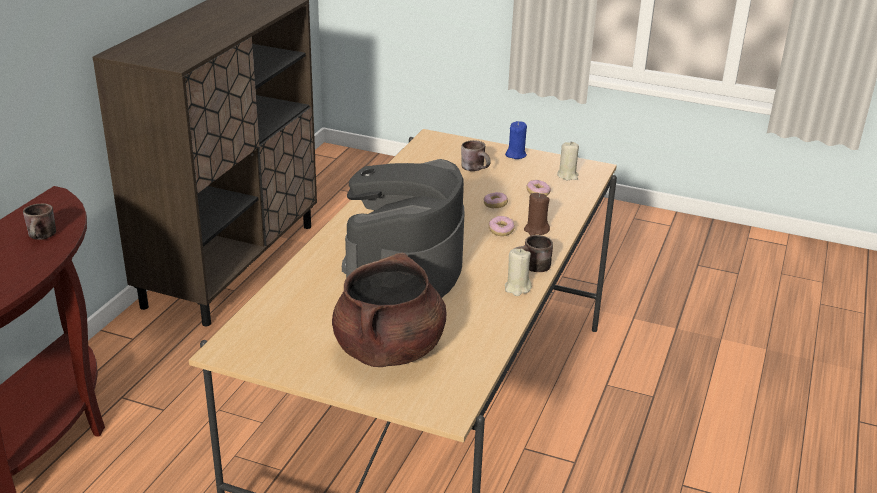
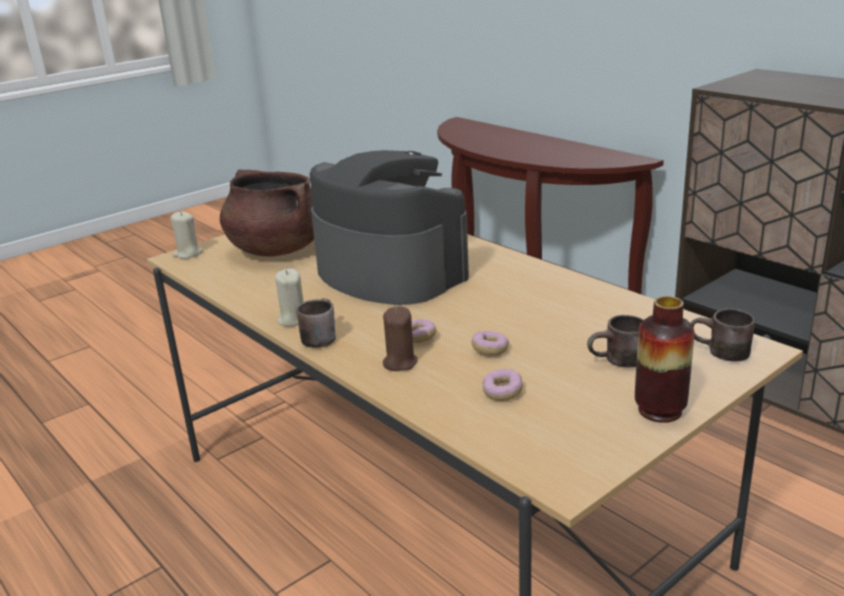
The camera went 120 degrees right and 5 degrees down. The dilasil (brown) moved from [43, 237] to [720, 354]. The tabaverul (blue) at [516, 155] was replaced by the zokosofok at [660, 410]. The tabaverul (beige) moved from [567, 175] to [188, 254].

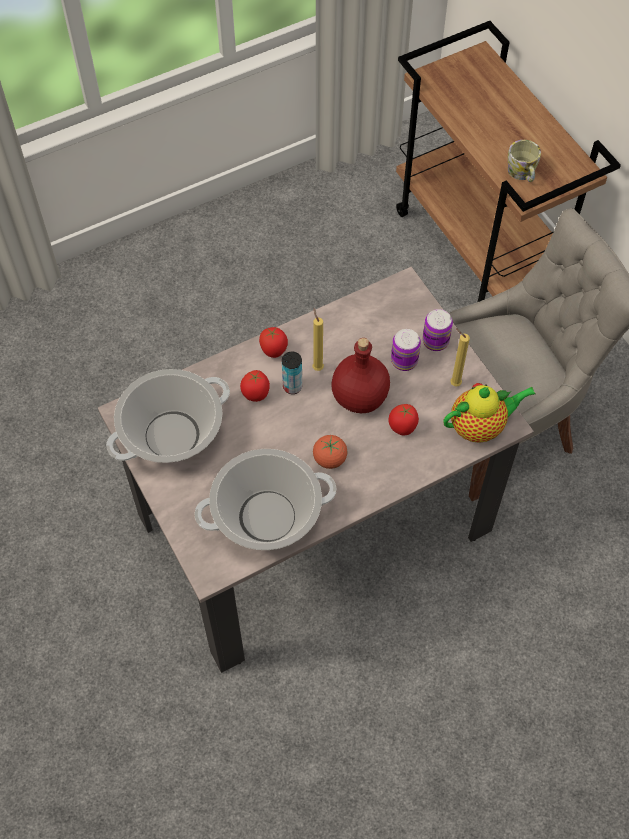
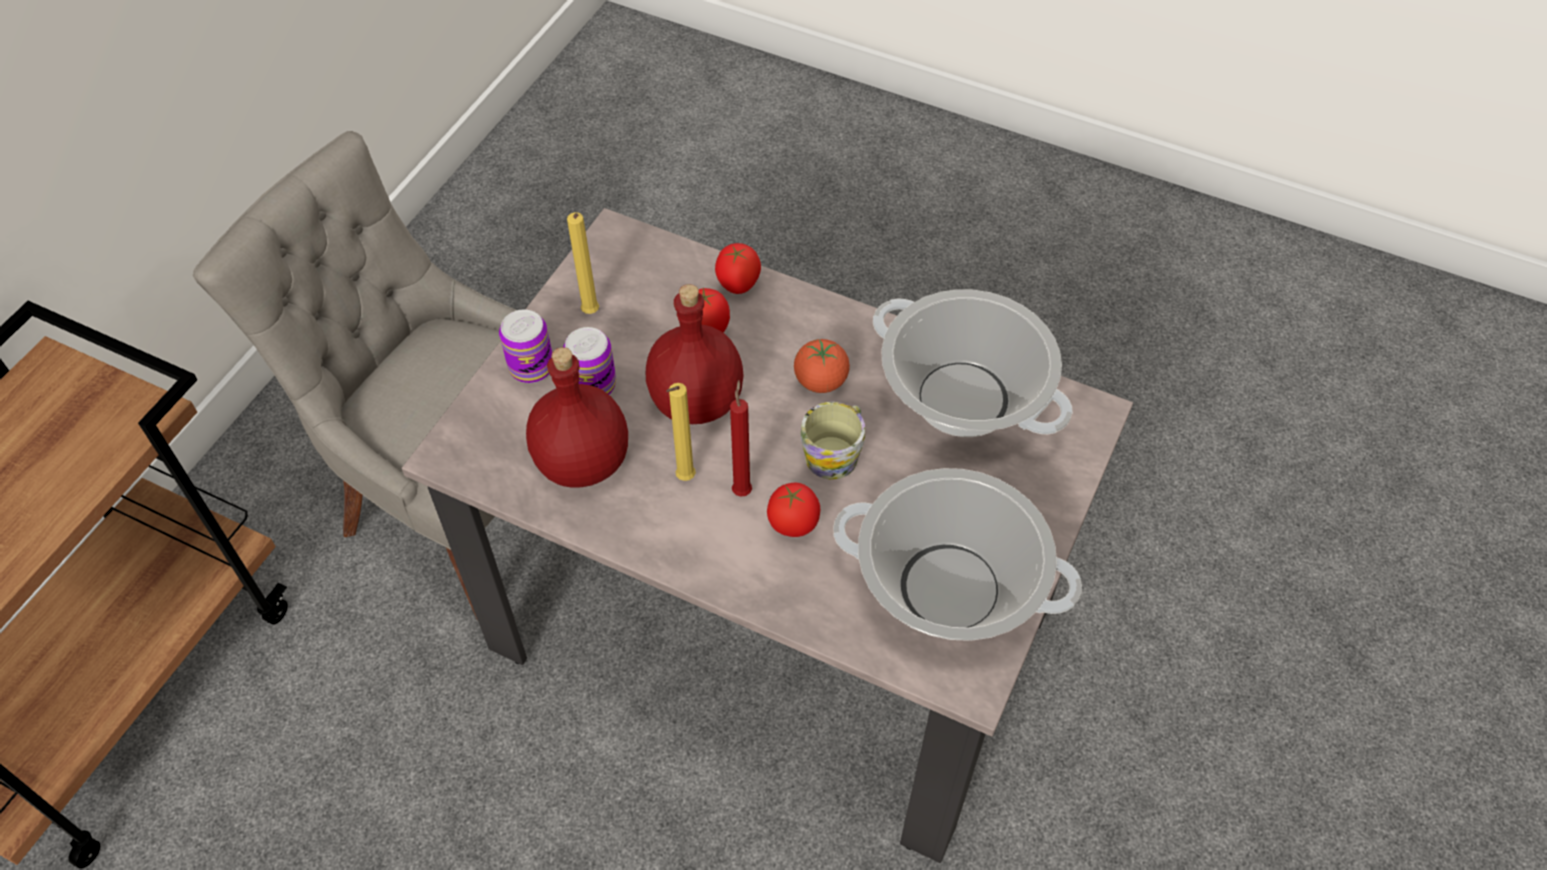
The camera went 125 degrees left and 5 degrees down. The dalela moved from [274, 351] to [737, 286]. The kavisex at [292, 387] was replaced by the tabaverul (red) at [742, 489]. The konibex at [480, 427] disappeared. The dilasil moved from [522, 173] to [836, 452]. The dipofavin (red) at [584, 462] appeared.

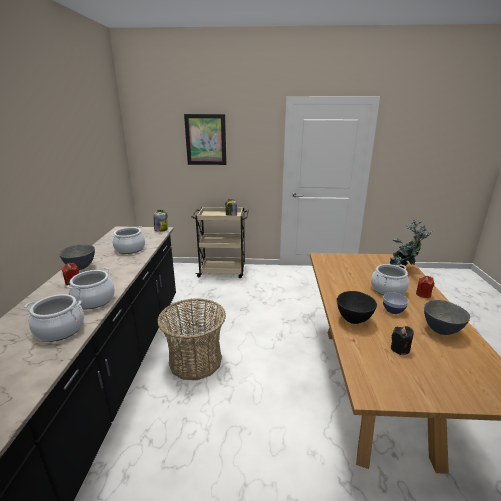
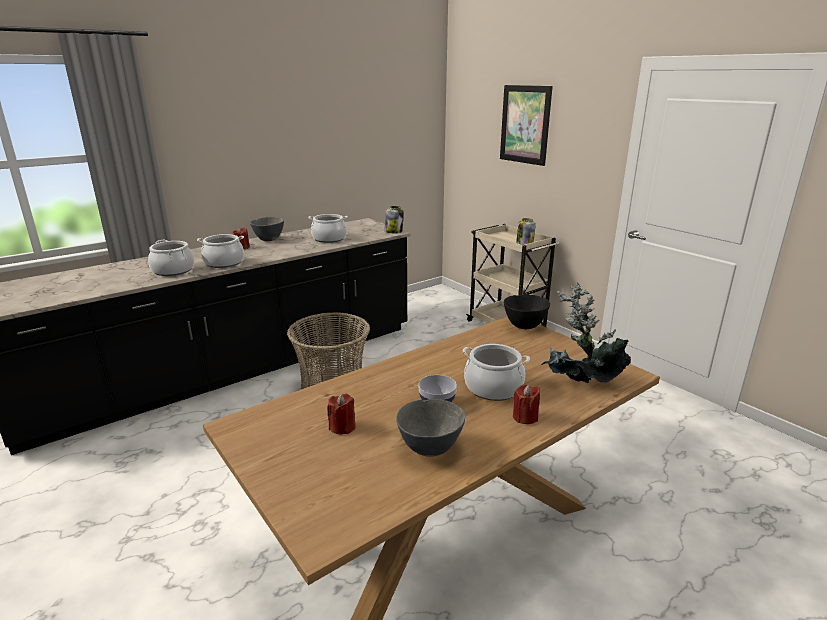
The camera went 50 degrees right and 0 degrees up. The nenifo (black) moved from [353, 320] to [524, 326]. The tabaverul (black) at [400, 349] became the tabaverul (red) at [342, 427].

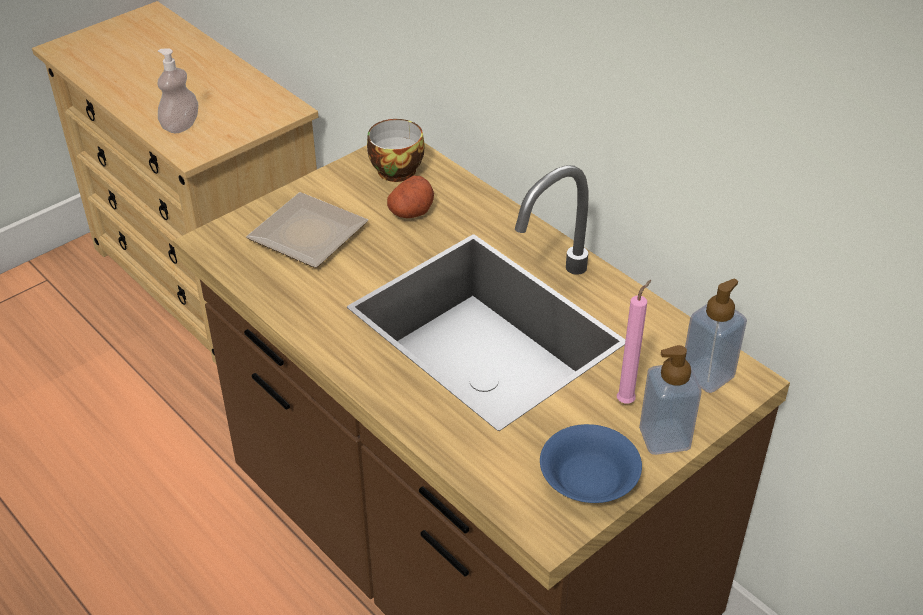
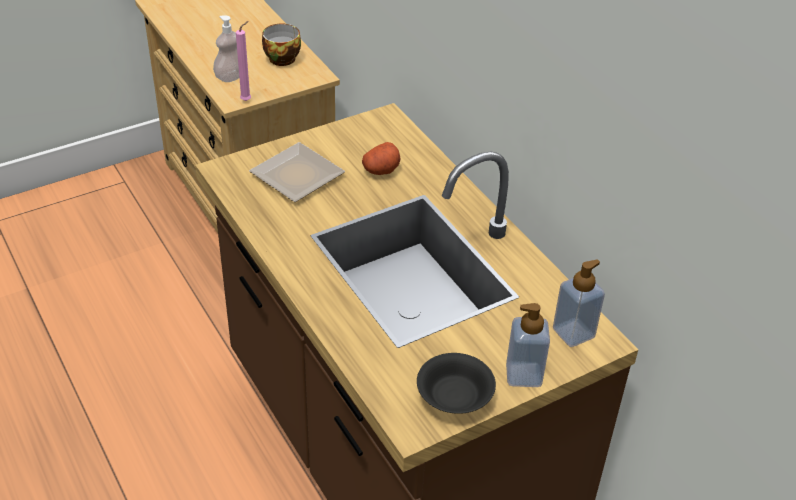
The camera went 10 degrees right and 0 degrees up. The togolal moved from [394, 169] to [281, 57]. The nenifo (blue) at [589, 481] became the nenifo (black) at [454, 397]. The tabaverul (pink) moved from [627, 400] to [247, 100].

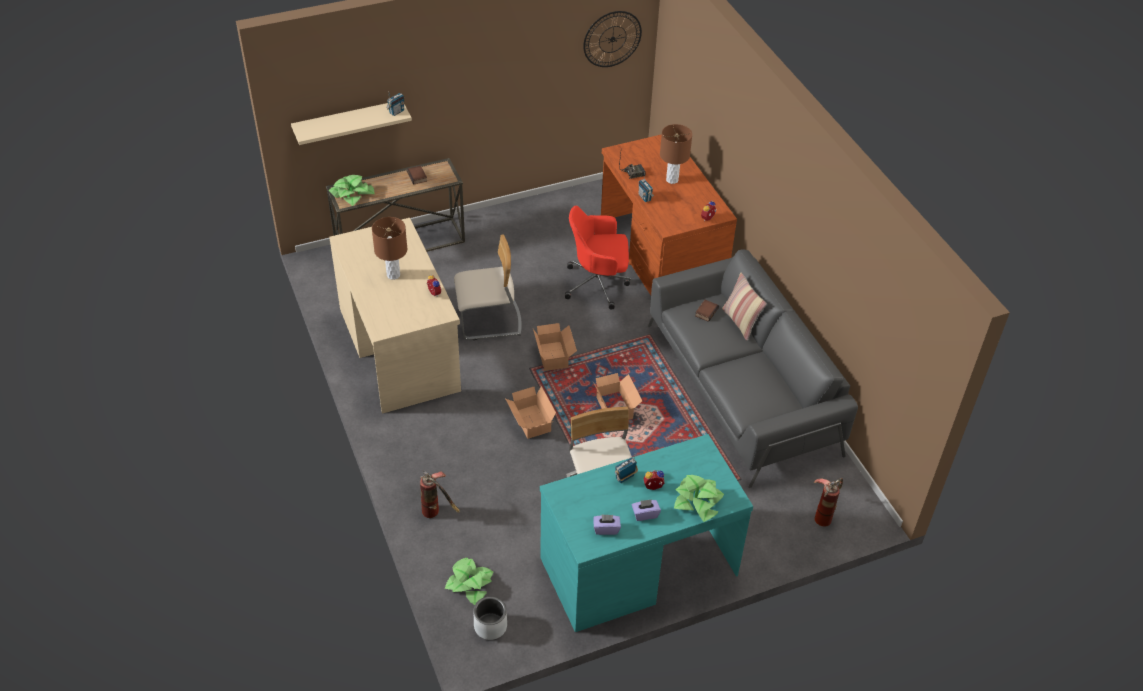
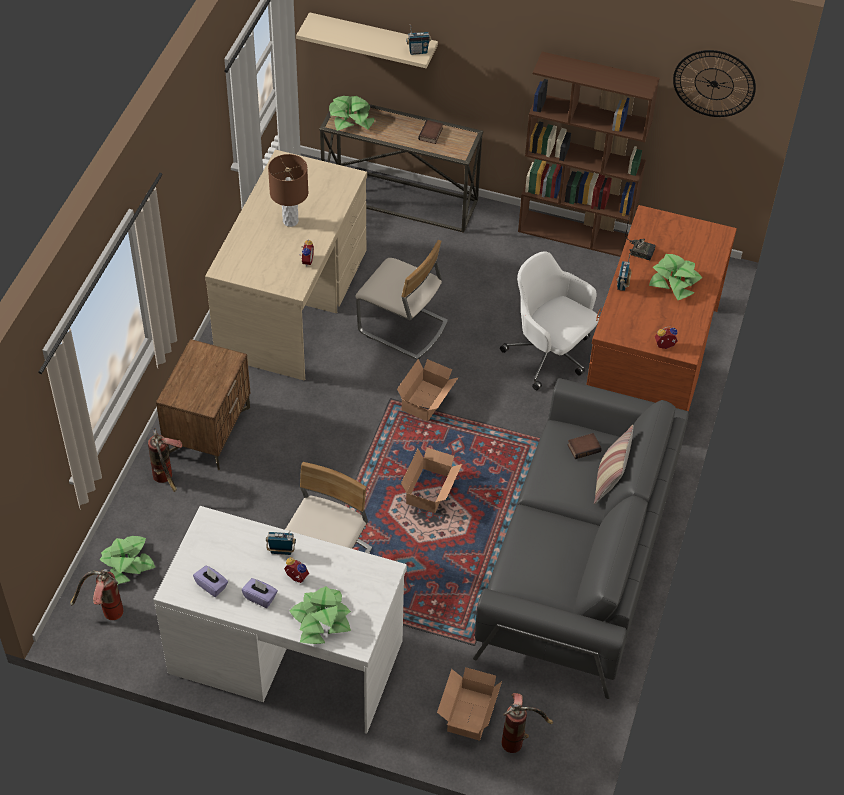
The camera went 40 degrees right and 5 degrees up. The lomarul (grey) at [490, 626] was replaced by the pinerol at [105, 613]. The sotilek moved from [530, 422] to [467, 714]. The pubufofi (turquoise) at [637, 565] became the pubufofi (white) at [286, 655]. The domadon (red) at [598, 284] became the domadon (white) at [549, 355]. The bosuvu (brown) at [672, 180] was replaced by the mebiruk at [674, 282]. The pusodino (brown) at [208, 430] appeared. The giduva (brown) at [576, 234] appeared.

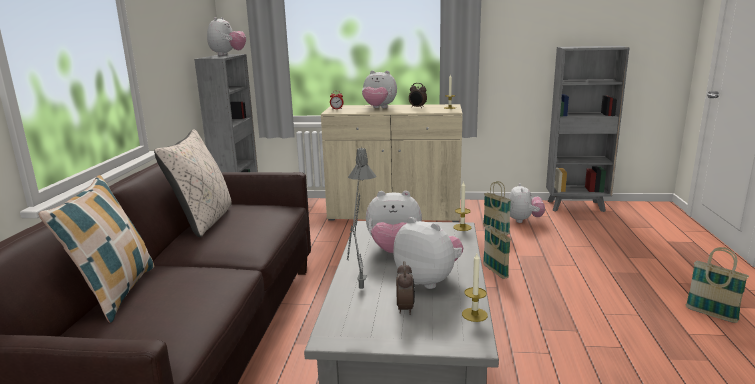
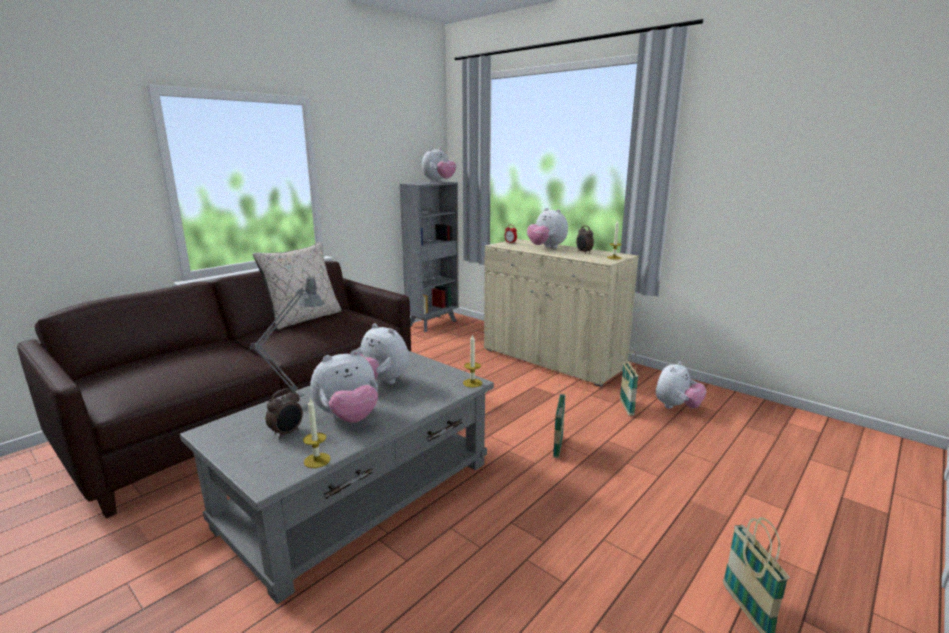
The camera went 35 degrees right and 0 degrees up. The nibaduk at [116, 293] disappeared. The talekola at [429, 280] turned 75 degrees clockwise. The giduva (grey) at [577, 206] disappeared.

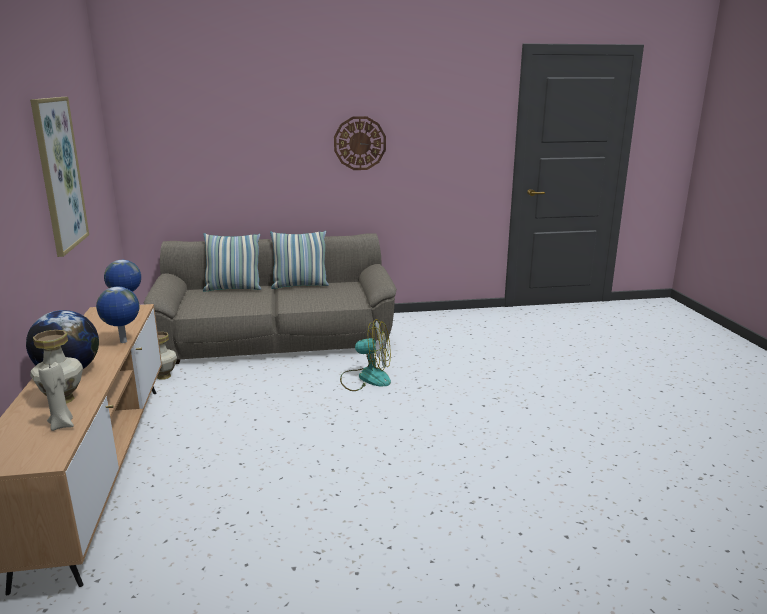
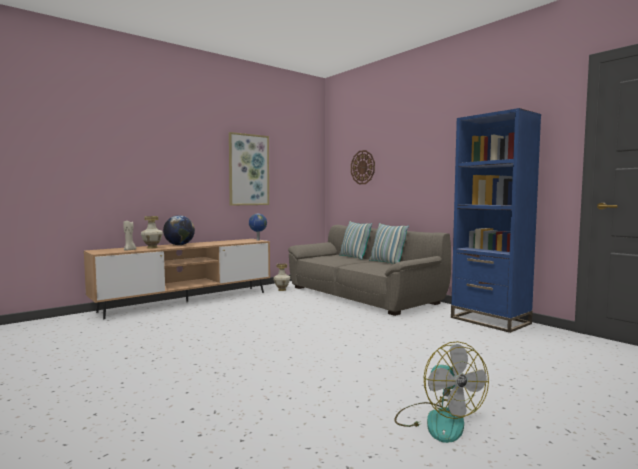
The camera went 60 degrees right and 15 degrees down. The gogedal at [123, 342] disappeared. The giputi moved from [359, 143] to [363, 167]. The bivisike moved from [366, 378] to [437, 421]. The giduva (blue) at [490, 320] appeared.

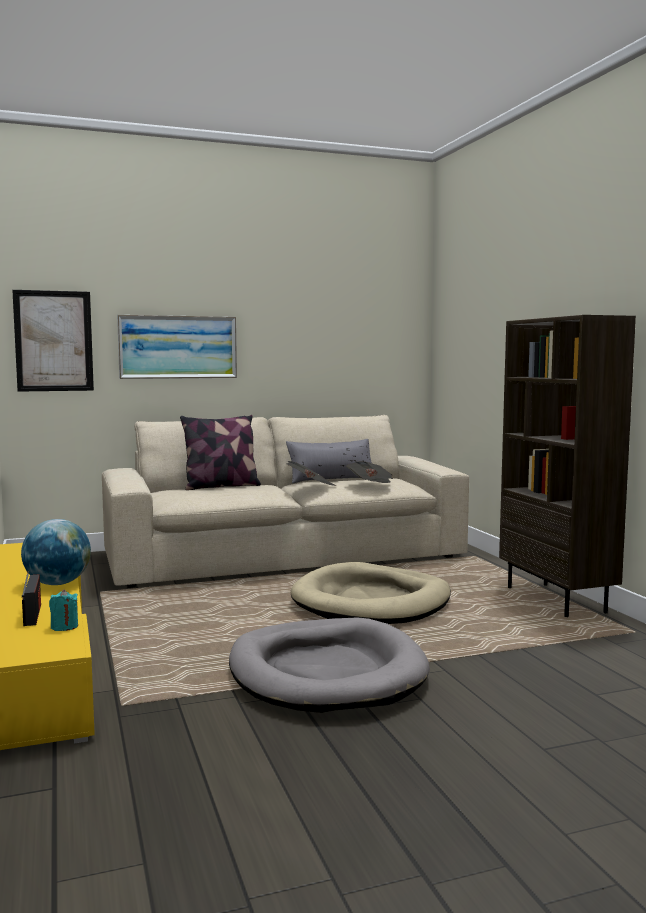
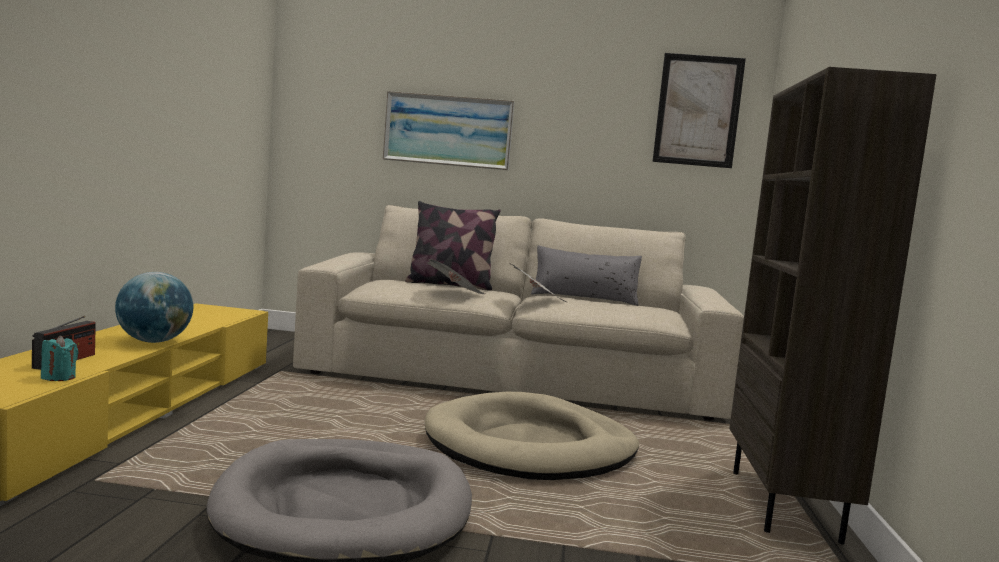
The camera went 25 degrees right and 0 degrees up. The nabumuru moved from [54, 341] to [698, 111]. The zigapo moved from [371, 486] to [455, 293].

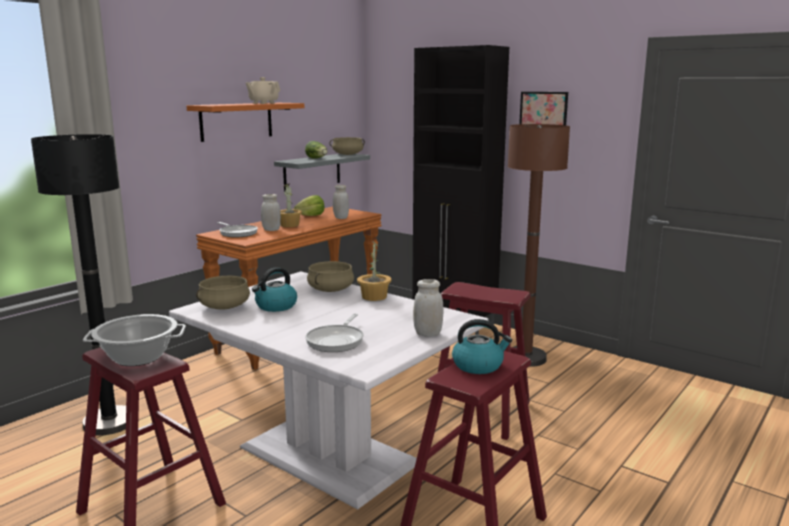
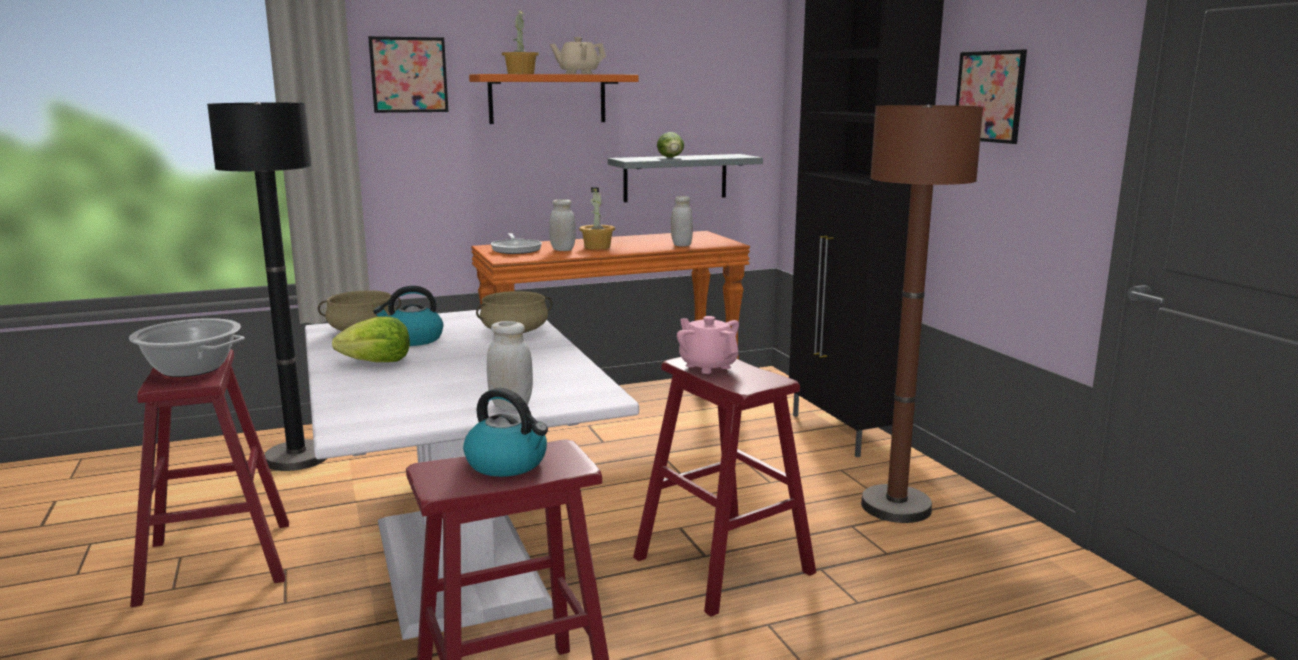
The camera went 30 degrees right and 0 degrees up. The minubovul moved from [311, 216] to [377, 362]. The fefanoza at [336, 341] disappeared. The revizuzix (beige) at [347, 154] disappeared. The mebiruk moved from [373, 297] to [520, 74]. The nabumuru at [409, 75] appeared. The konibex (pink) at [708, 366] appeared.

